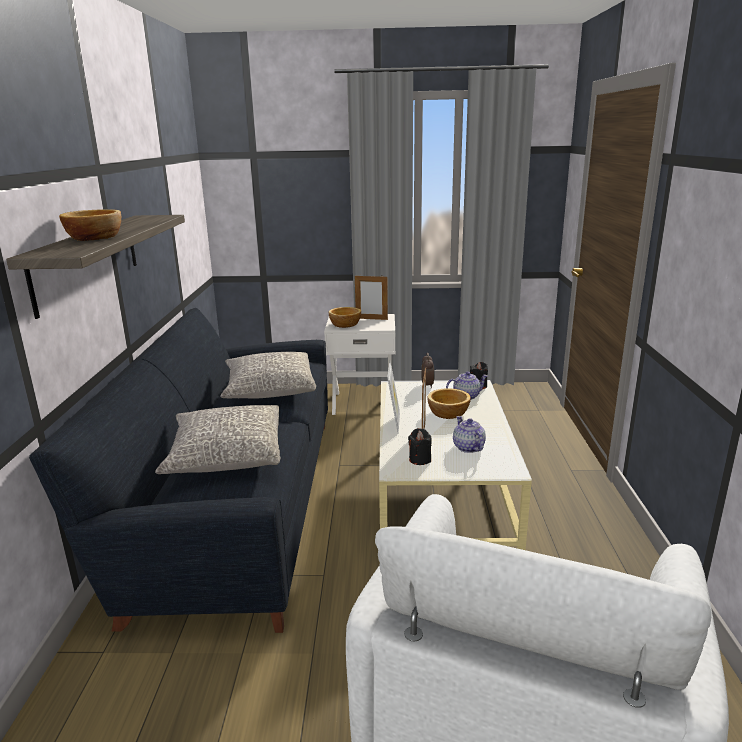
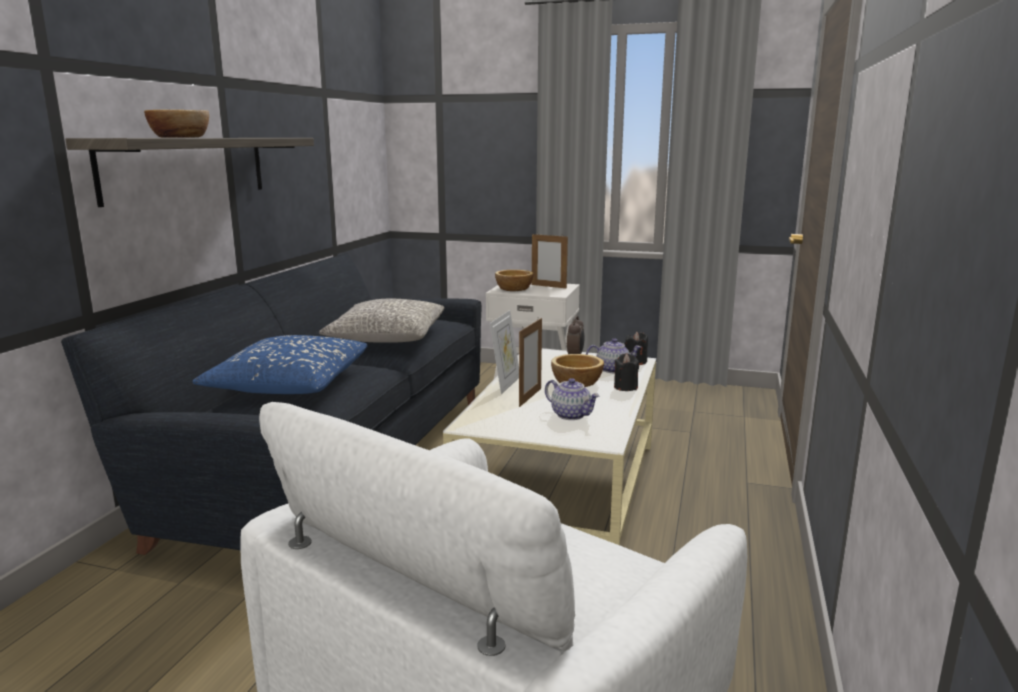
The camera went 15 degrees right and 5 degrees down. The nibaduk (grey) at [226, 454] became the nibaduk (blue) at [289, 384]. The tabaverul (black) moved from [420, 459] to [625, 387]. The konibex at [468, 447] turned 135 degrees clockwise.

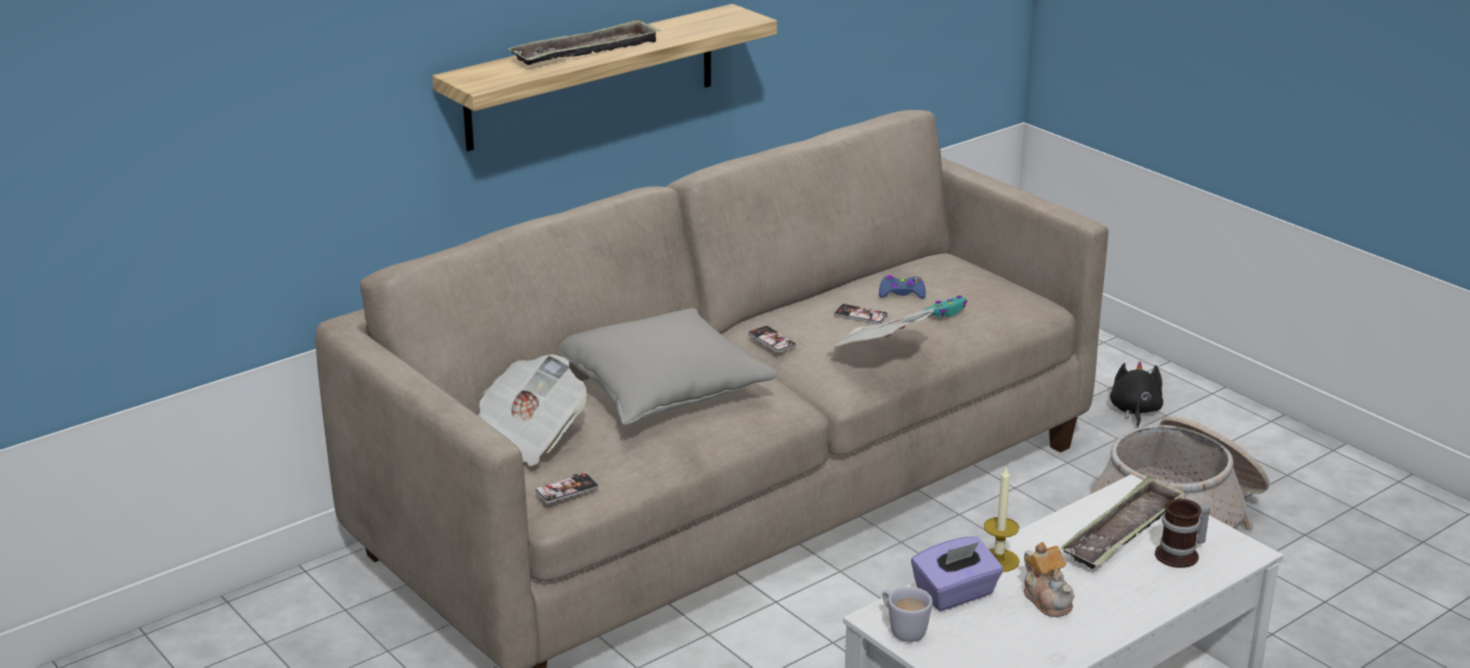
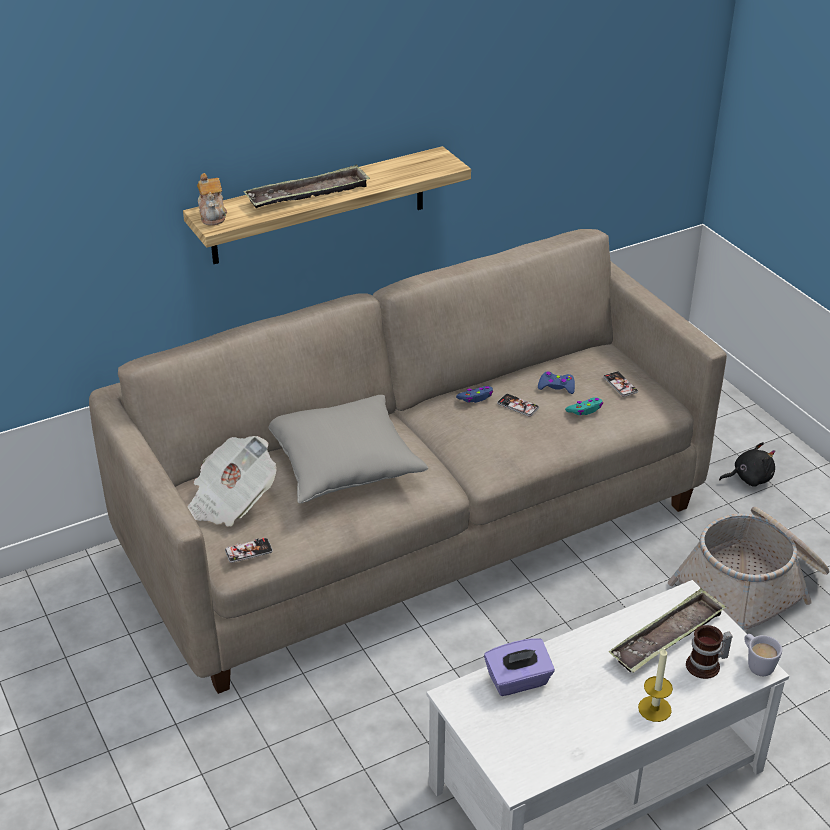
The camera went 10 degrees right and 10 degrees up. The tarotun moved from [772, 340] to [620, 384]. The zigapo at [881, 354] disappeared. The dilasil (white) moved from [902, 629] to [756, 664]. The tabaverul moved from [998, 560] to [654, 709]. The konibex moved from [1047, 599] to [213, 215]. The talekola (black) at [1134, 411] turned 60 degrees clockwise. The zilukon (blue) at [476, 397] appeared.

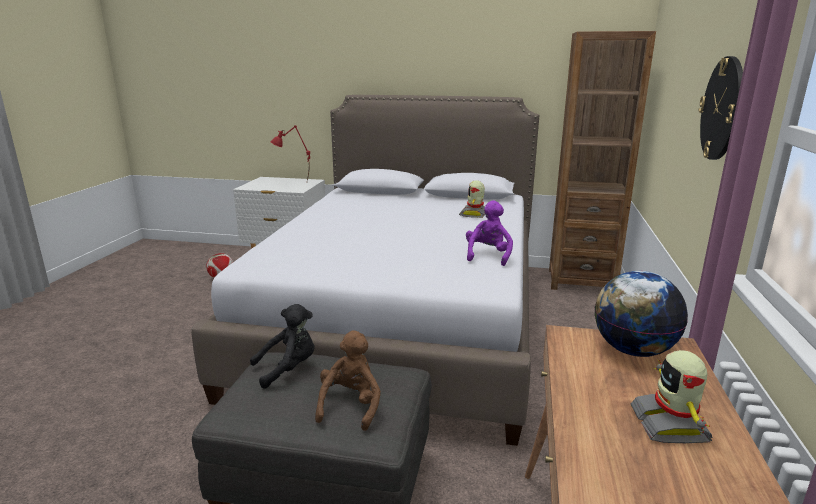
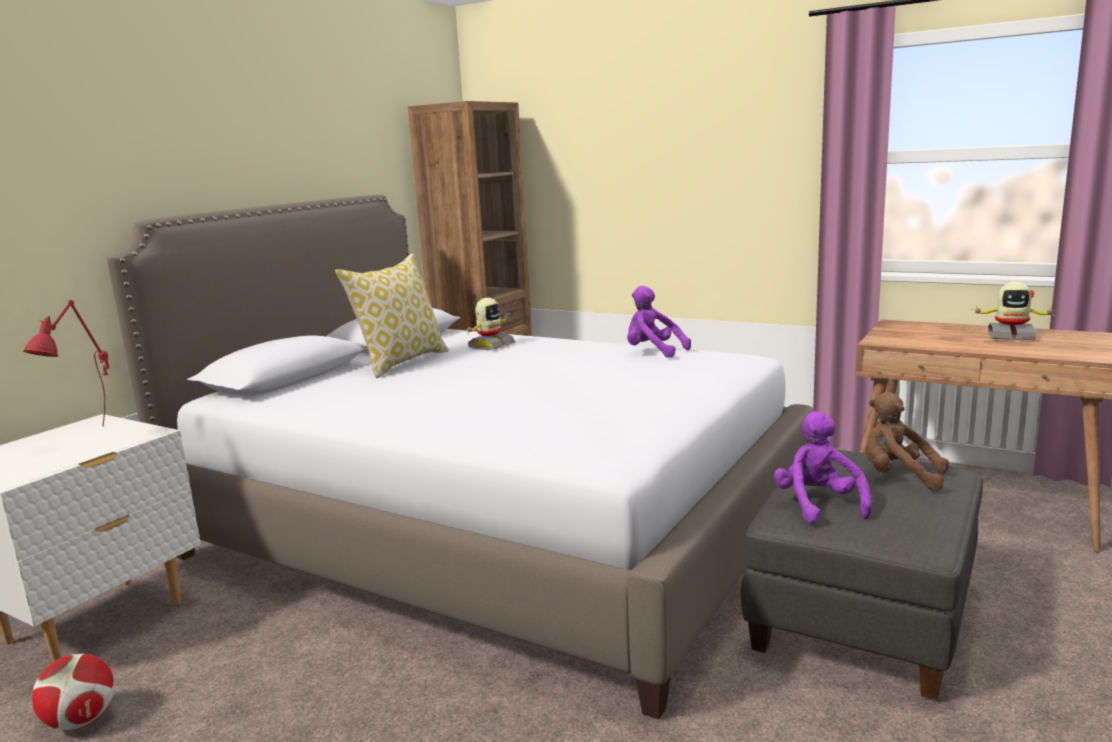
The camera went 70 degrees left and 5 degrees down. The talekola (black) at [288, 369] became the talekola (purple) at [818, 505]. The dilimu at [474, 214] turned 90 degrees counterclockwise. The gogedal at [632, 350] disappeared. The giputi at [722, 109] disappeared. The nibaduk at [401, 362] appeared.

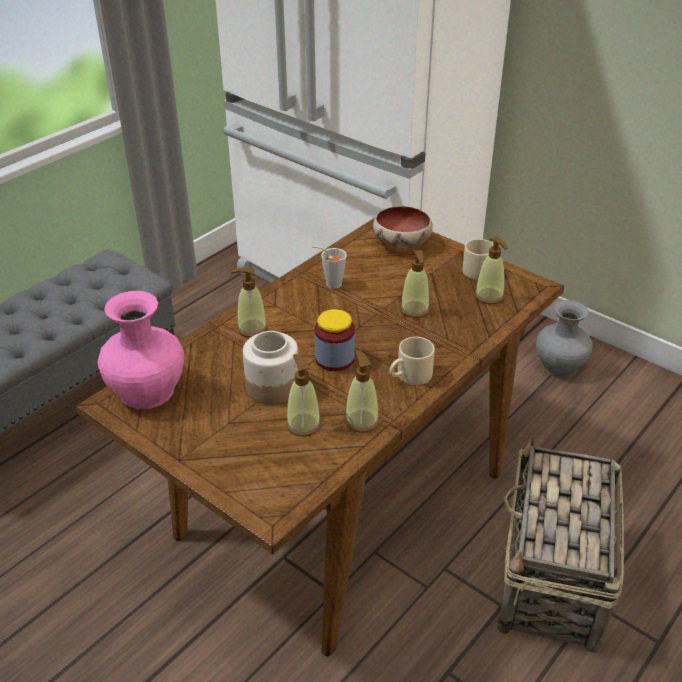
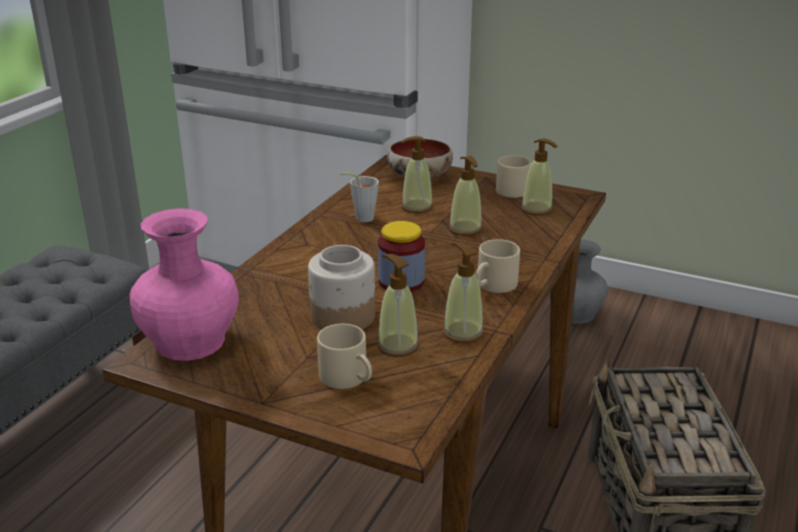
The camera went 15 degrees left and 10 degrees down. The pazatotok moved from [252, 328] to [416, 207]. The dilasil (beige) at [349, 378] appeared.

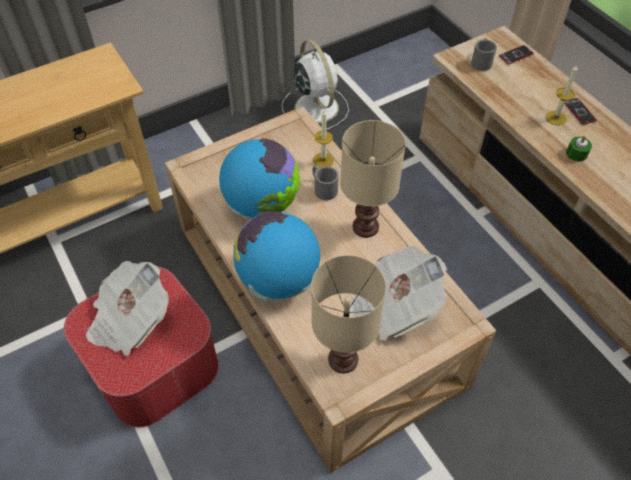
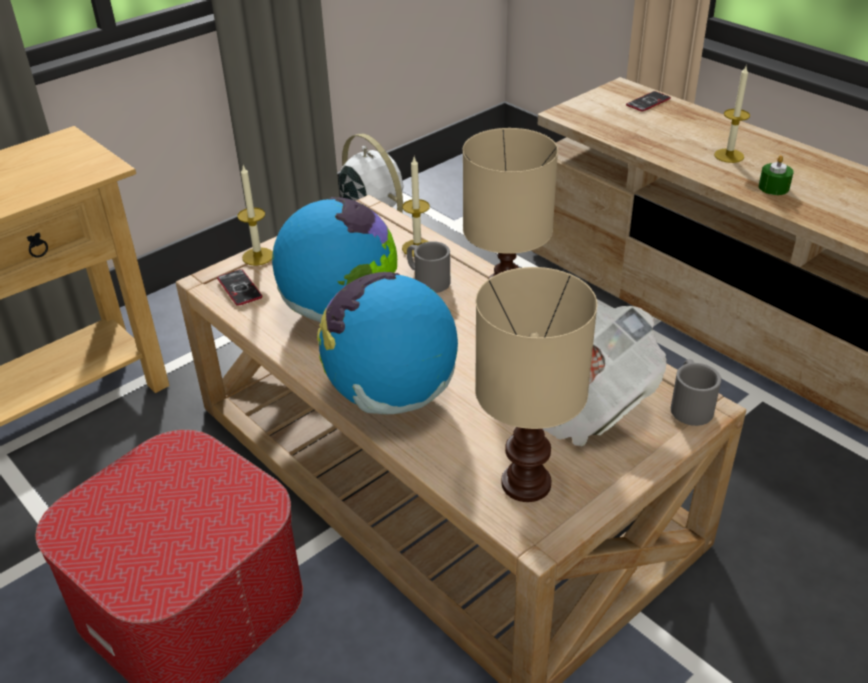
The camera went 10 degrees left and 15 degrees down. The zigapo at [130, 320] disappeared. The dilasil (grey) moved from [481, 61] to [689, 404]. The tarotun moved from [579, 112] to [239, 288]. The tabaverul at [258, 256] appeared.

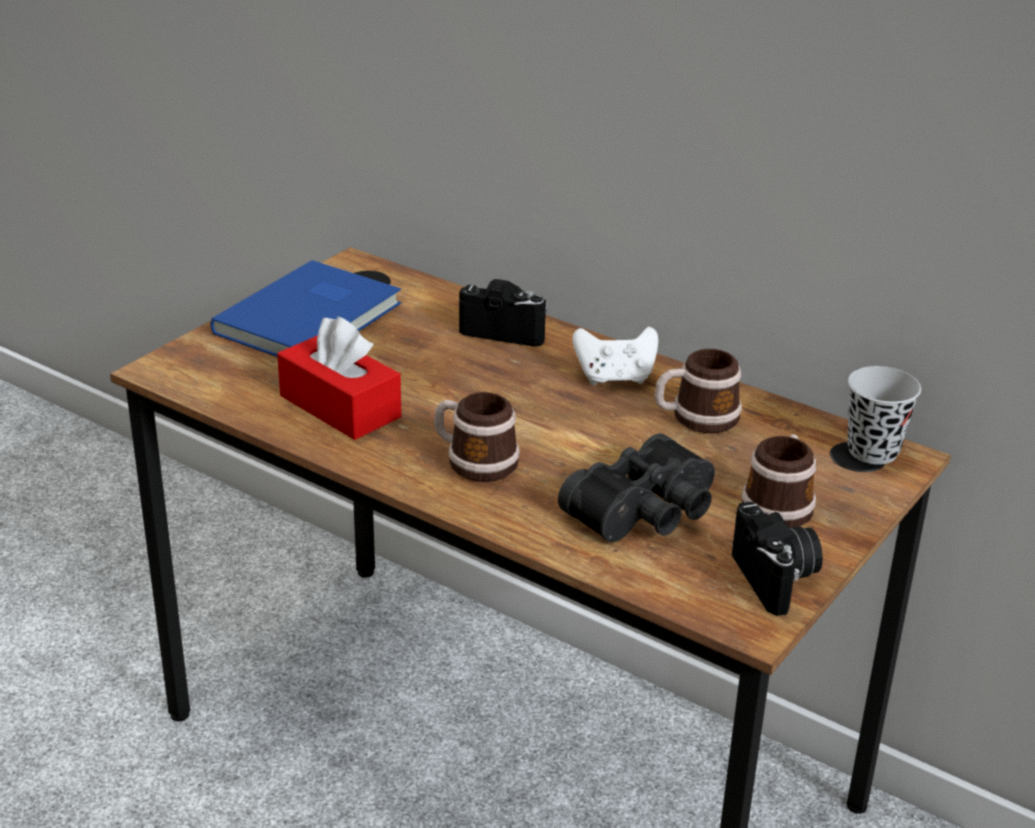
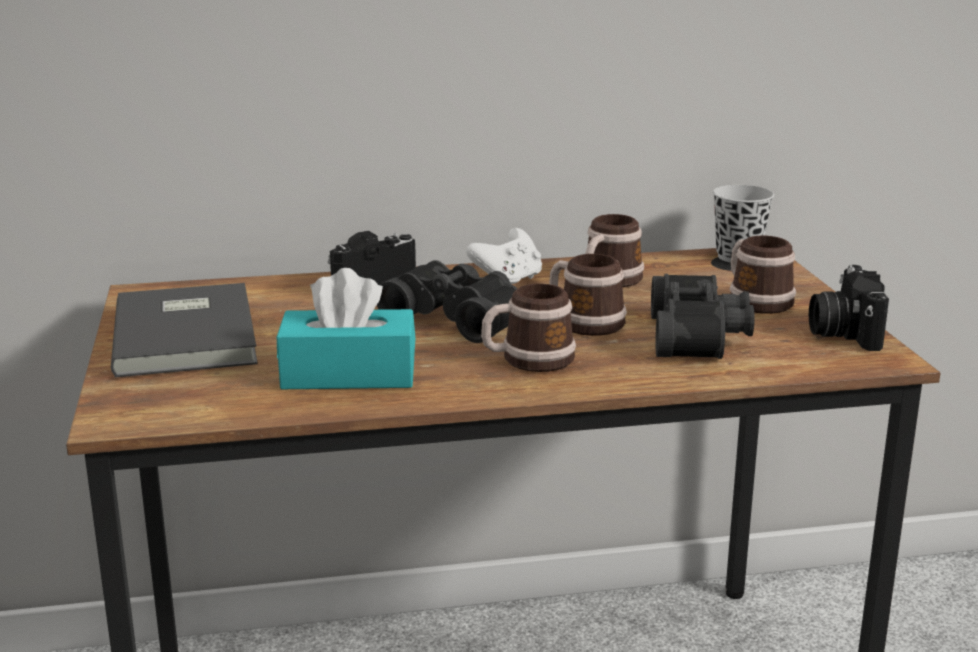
The camera went 45 degrees left and 10 degrees down. The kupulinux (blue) at [313, 318] became the kupulinux (grey) at [189, 334]. The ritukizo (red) at [340, 406] became the ritukizo (turquoise) at [348, 374]. The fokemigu at [777, 579] turned 120 degrees counterclockwise. The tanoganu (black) at [458, 318] appeared. The dilasil at [583, 321] appeared.

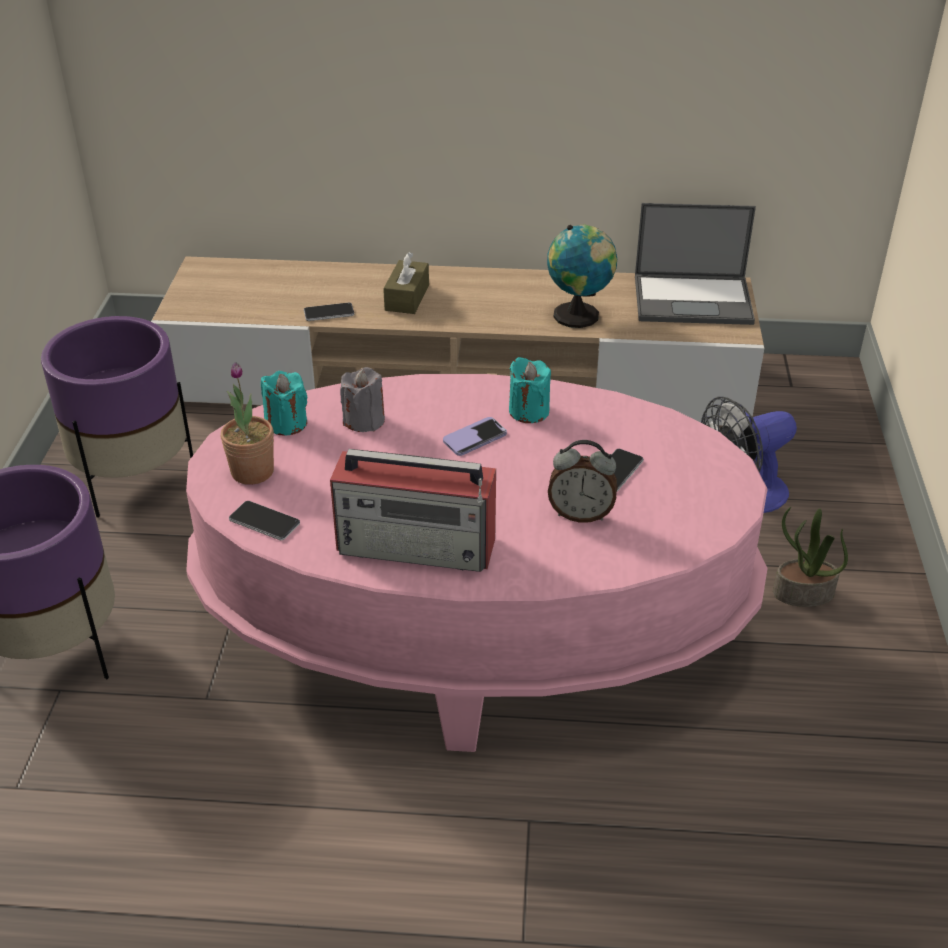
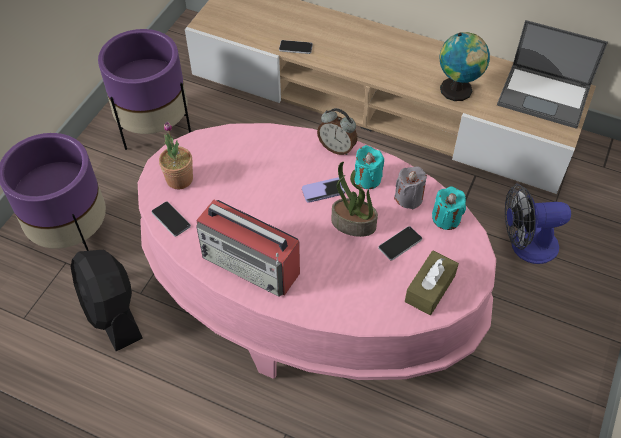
The camera went 20 degrees right and 15 degrees up. The tabaverul (turquoise) moved from [286, 423] to [446, 218]. The tabaverul (grey) moved from [364, 420] to [409, 198]. The ritukizo (brown) moved from [407, 297] to [430, 288]. The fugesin moved from [580, 514] to [337, 148]. The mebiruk moved from [802, 594] to [352, 224]. The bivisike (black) at [112, 312] appeared.

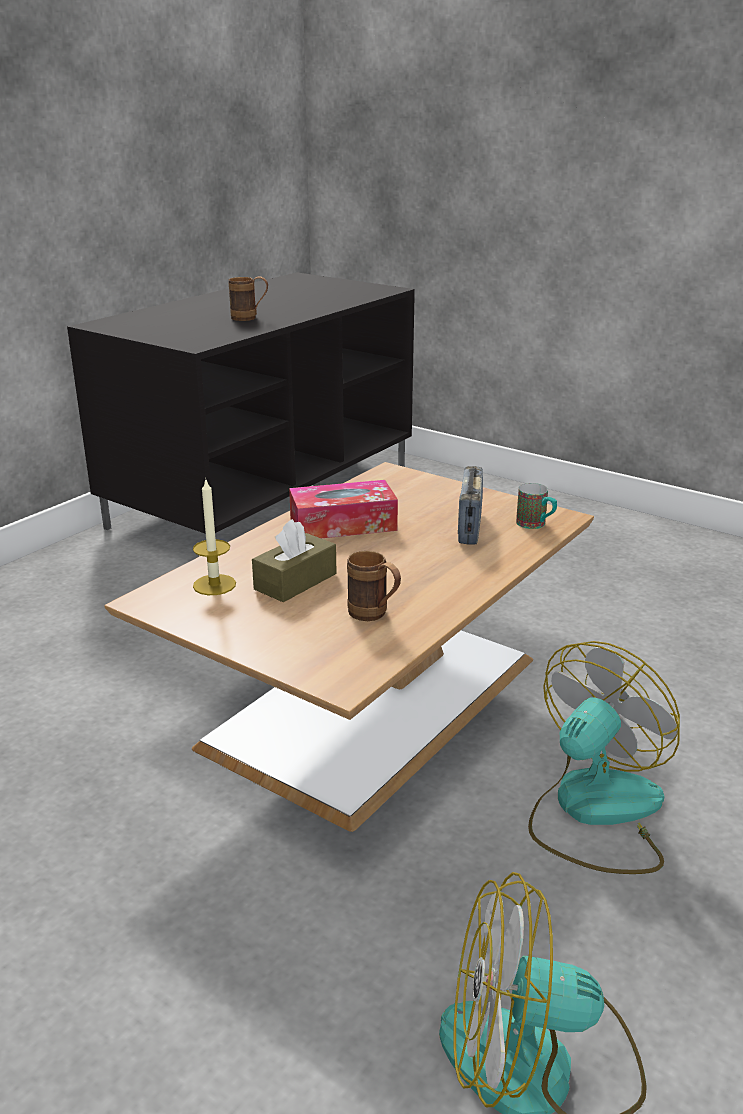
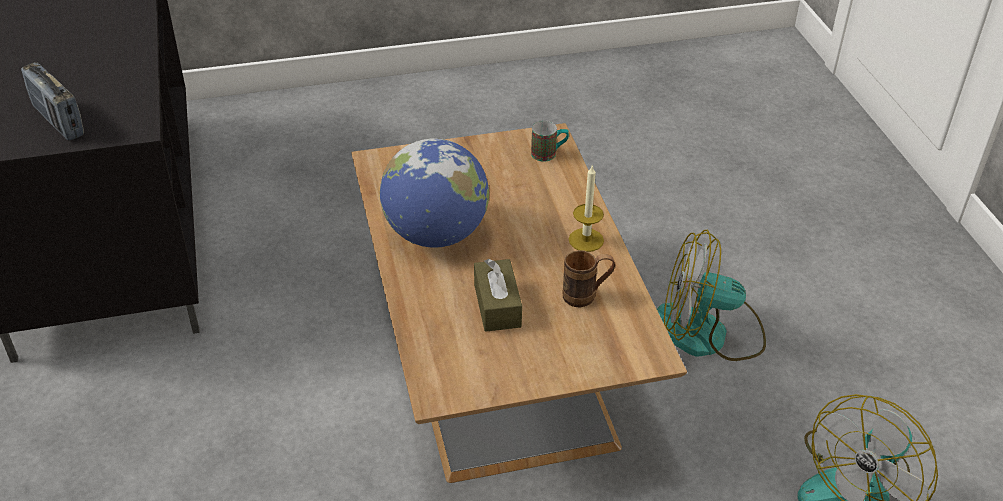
The camera went 50 degrees left and 15 degrees up. The tabaverul moved from [214, 585] to [586, 240]. The dilasil (brown) at [250, 318] disappeared. The ritukizo at [343, 524] was replaced by the gogedal at [436, 234]. The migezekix moved from [469, 527] to [58, 121]. The bivisike at [594, 812] turned 75 degrees counterclockwise.

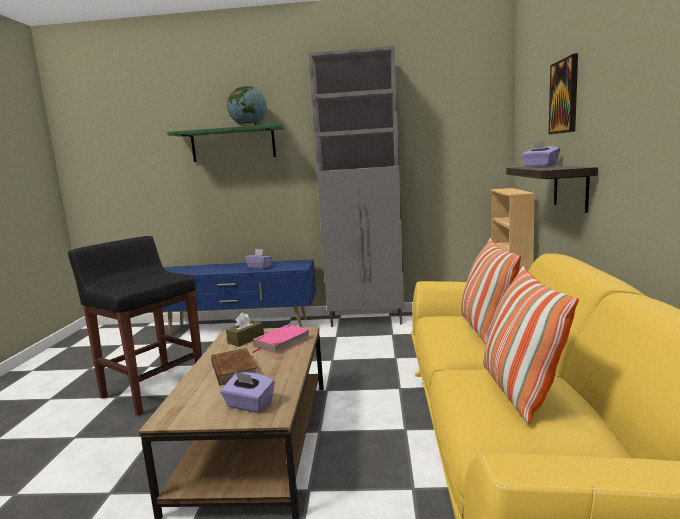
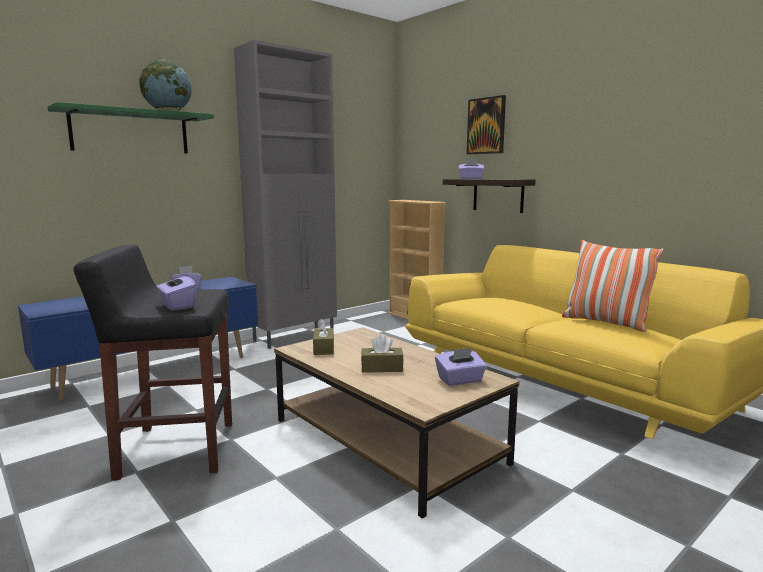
The camera went 45 degrees left and 0 degrees up. The kupulinux (brown) at [233, 370] was replaced by the ritukizo (brown) at [382, 368]. The kupulinux (pink) at [282, 342] disappeared. The nibaduk at [485, 329] disappeared. The ritukizo (purple) at [177, 306] appeared.

